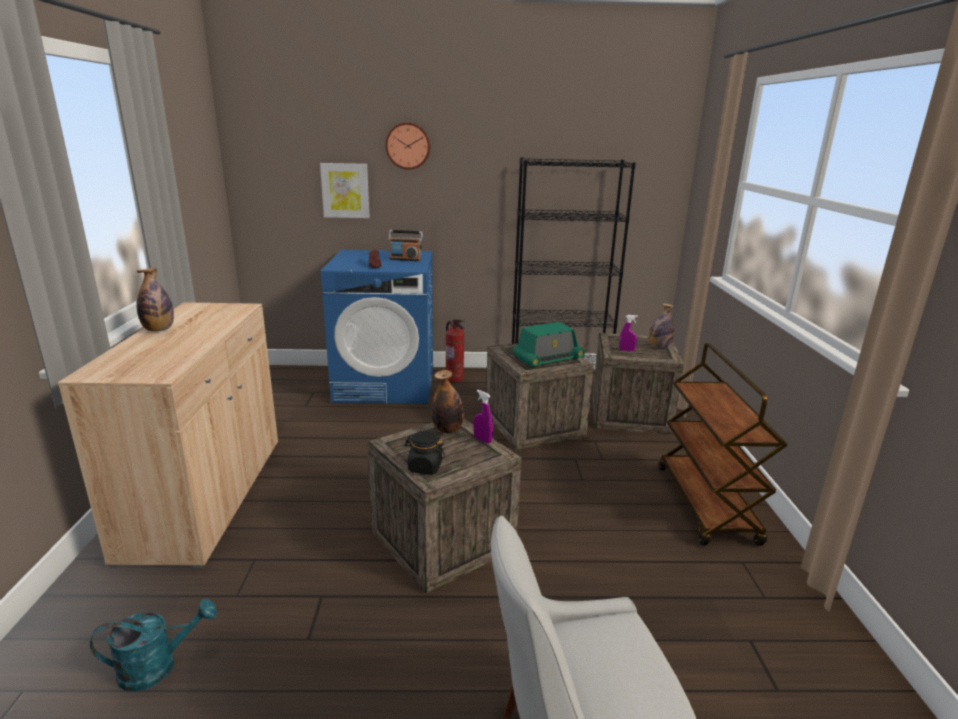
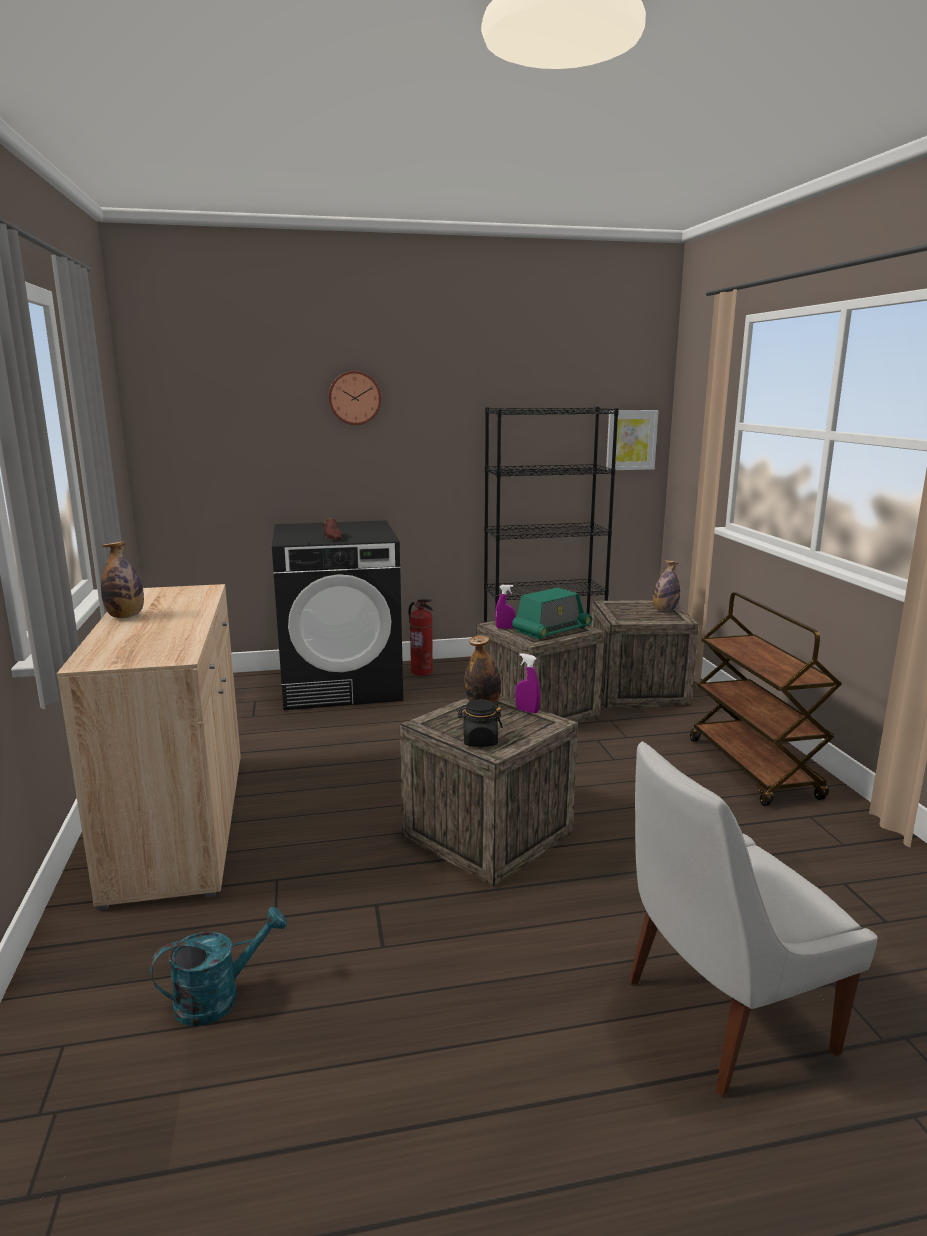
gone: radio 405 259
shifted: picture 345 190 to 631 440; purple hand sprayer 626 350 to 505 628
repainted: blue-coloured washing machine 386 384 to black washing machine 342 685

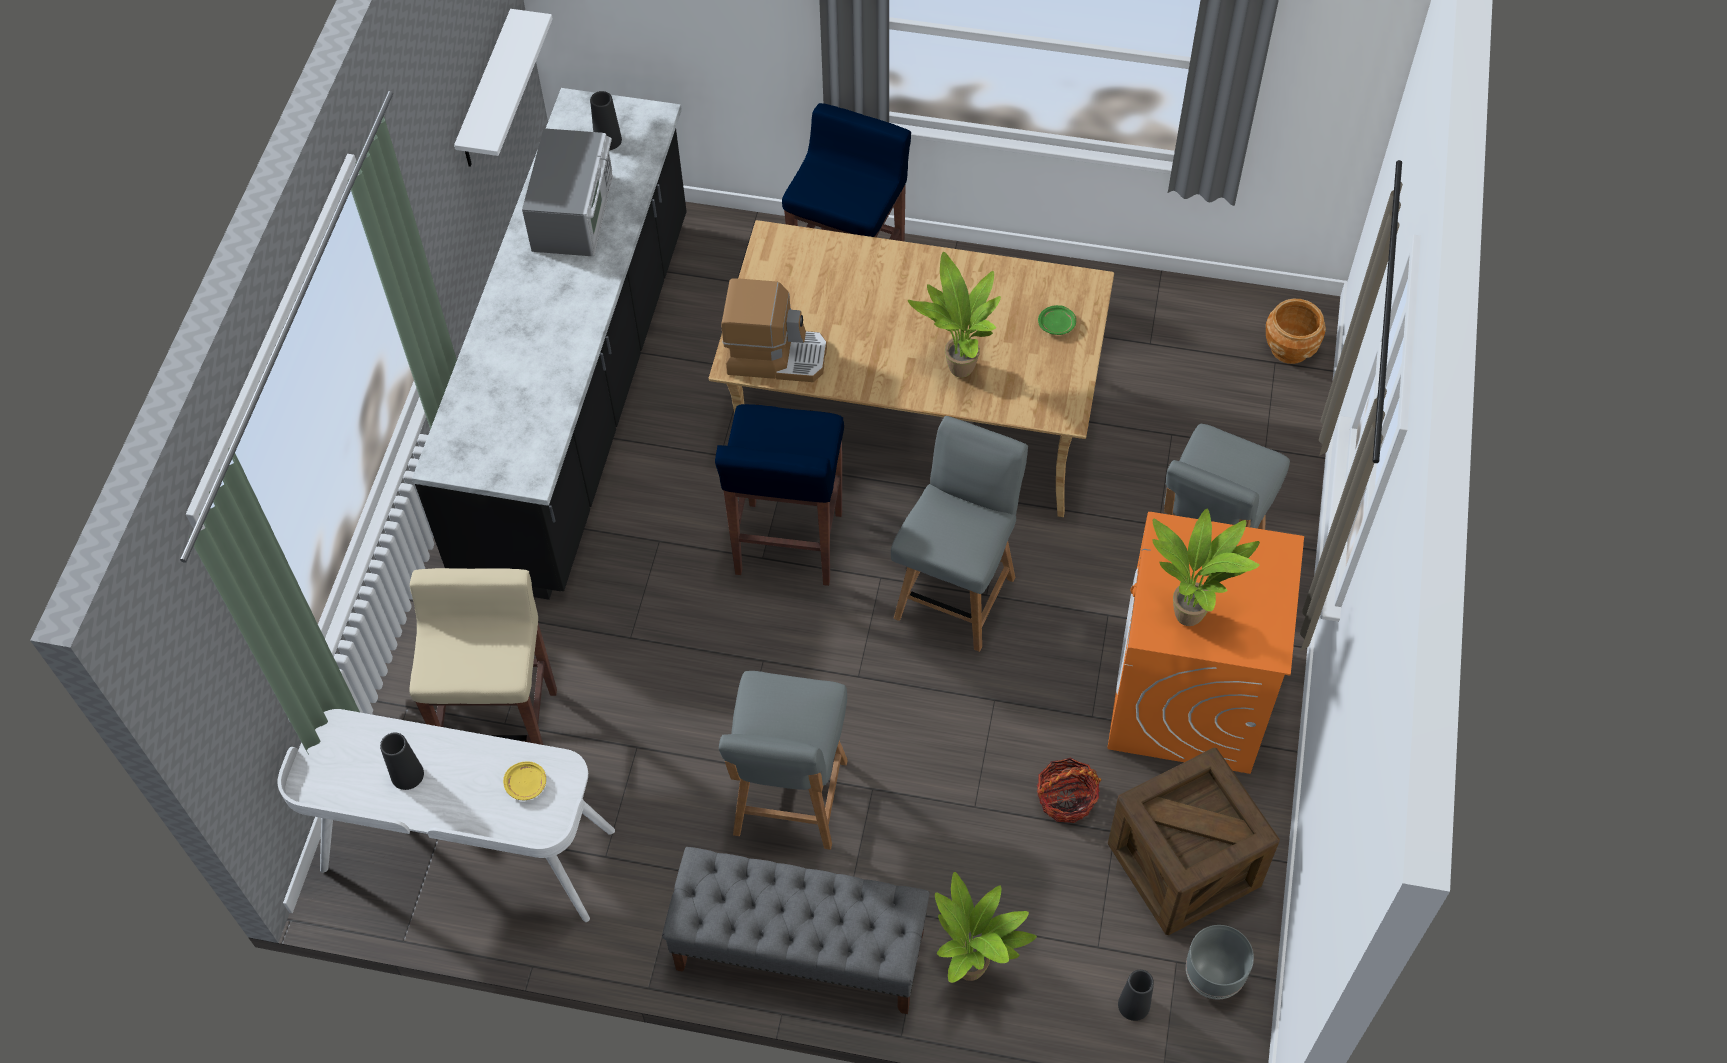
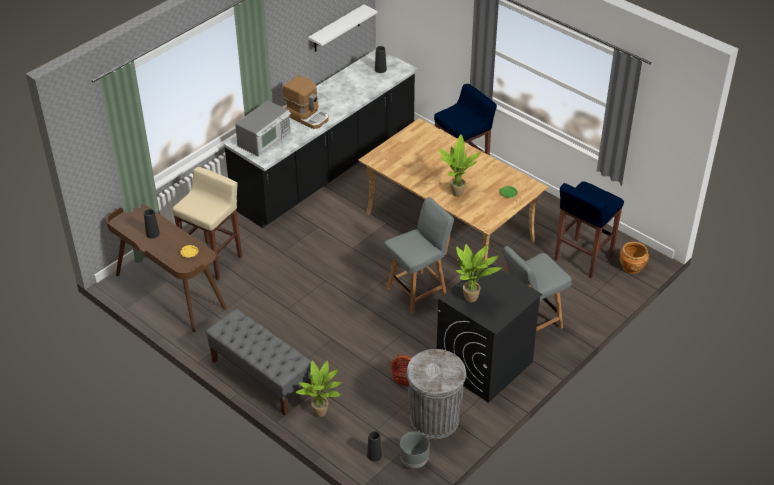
gone: gray plain chair 789 800
shifted: microwave 575 213 to 265 139; blue-coloured sitting stool 788 545 to 582 259; coffee brewer 776 355 to 307 116
swapped: shipping crate 1184 864 to gray trash can 434 419
repainted: whitish desk table 467 852 to brown-coloured desk table 169 292; orange-coloured washing machine 1187 696 to black washing machine 484 365

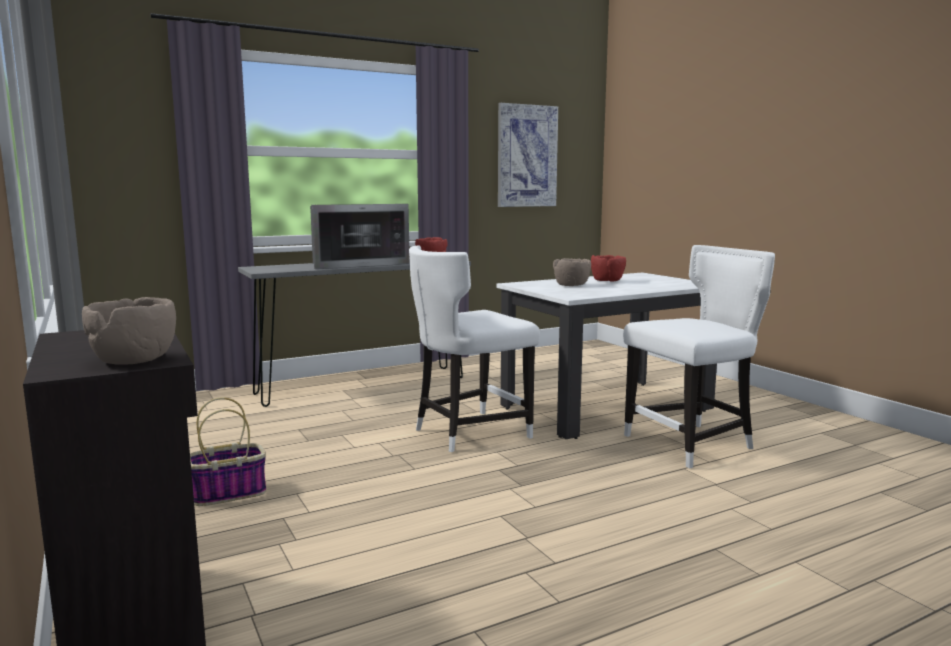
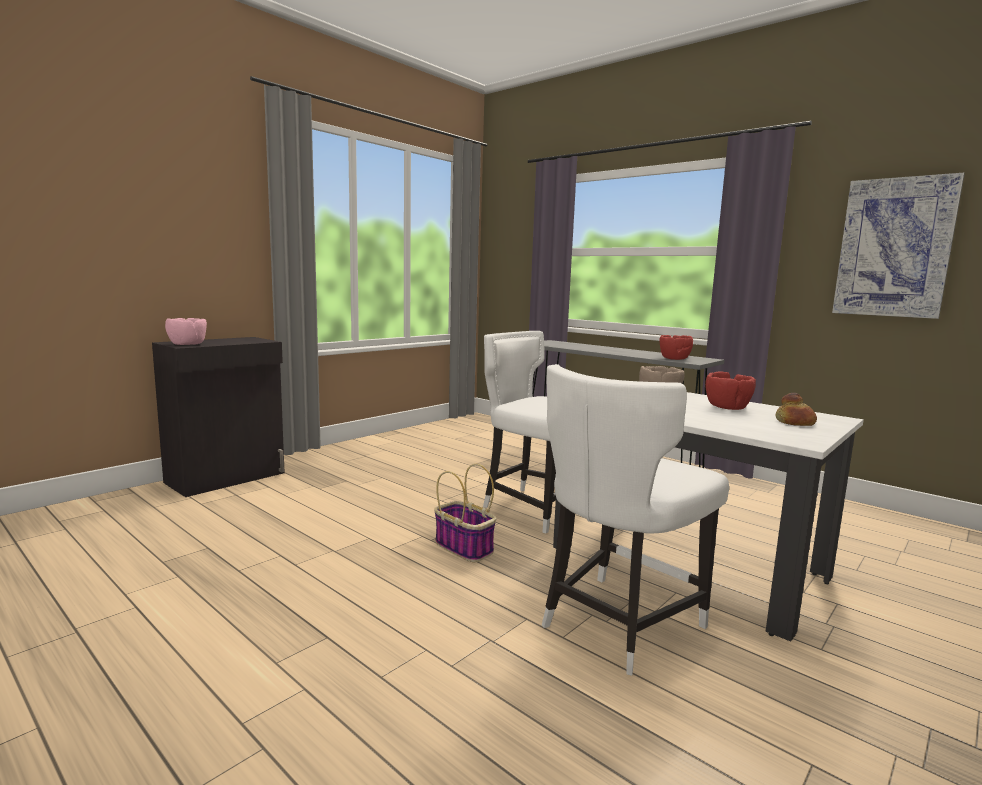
gone: microwave 356 264
new: baked bread 795 422
shifted: storage basket 229 493 to 465 548
repainted: brown-coloured serving bowl 135 360 to pinkish serving bowl 188 344
rotated: whitish plain chair 692 443 = 616 624 90 degrees clockwise

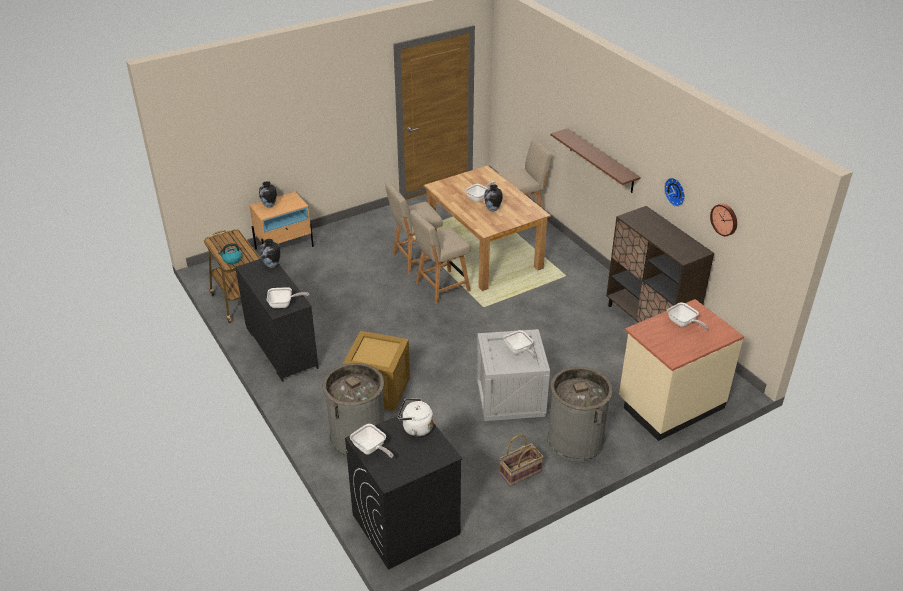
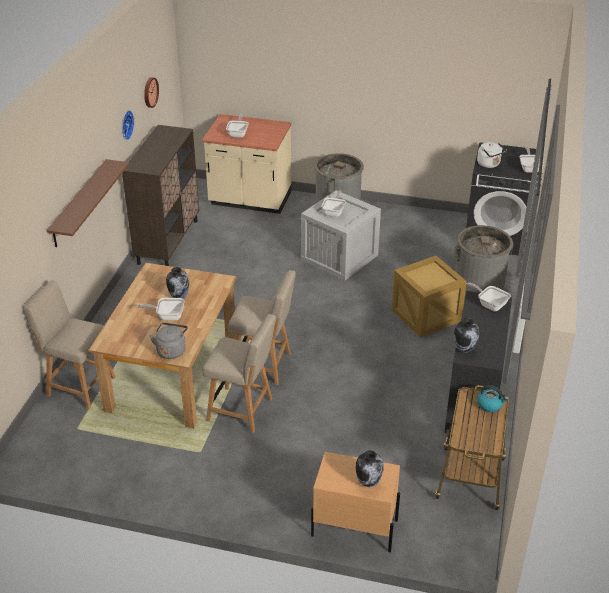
gone: storage basket 520 473
new: gray kettle 171 350

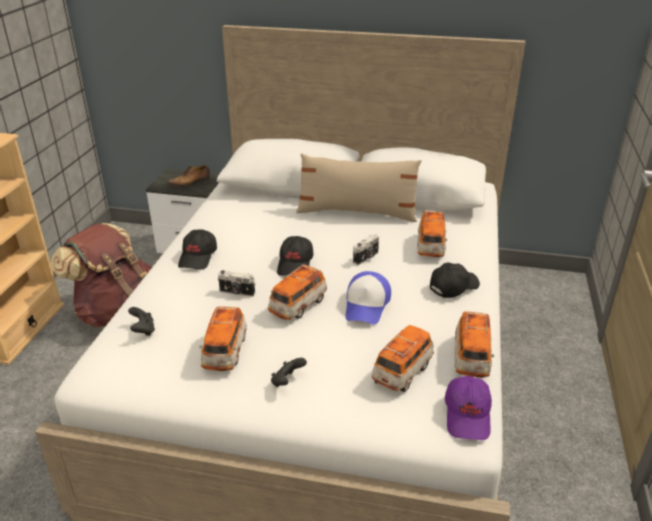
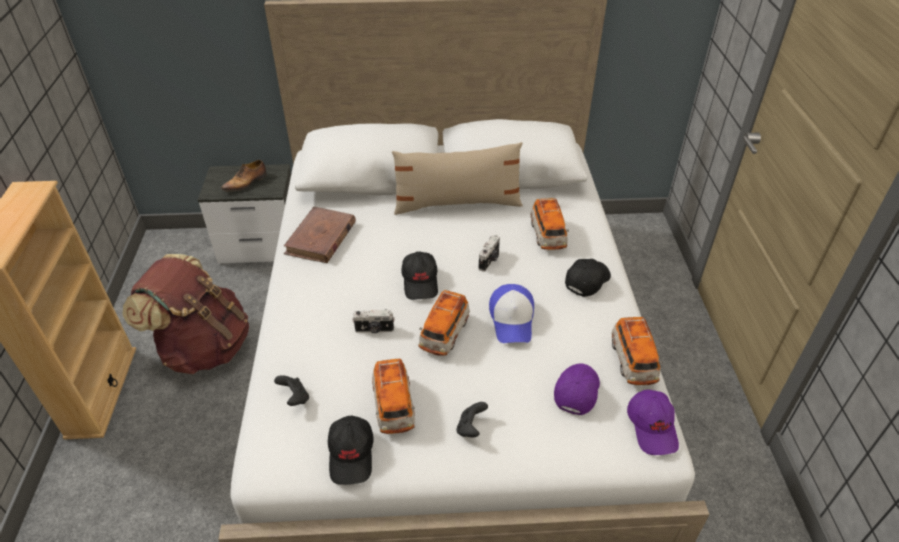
new: brown-coloured book 321 238
shifted: black peaked cap 198 257 to 352 455
swapped: model car 402 371 to purple peaked cap 576 391

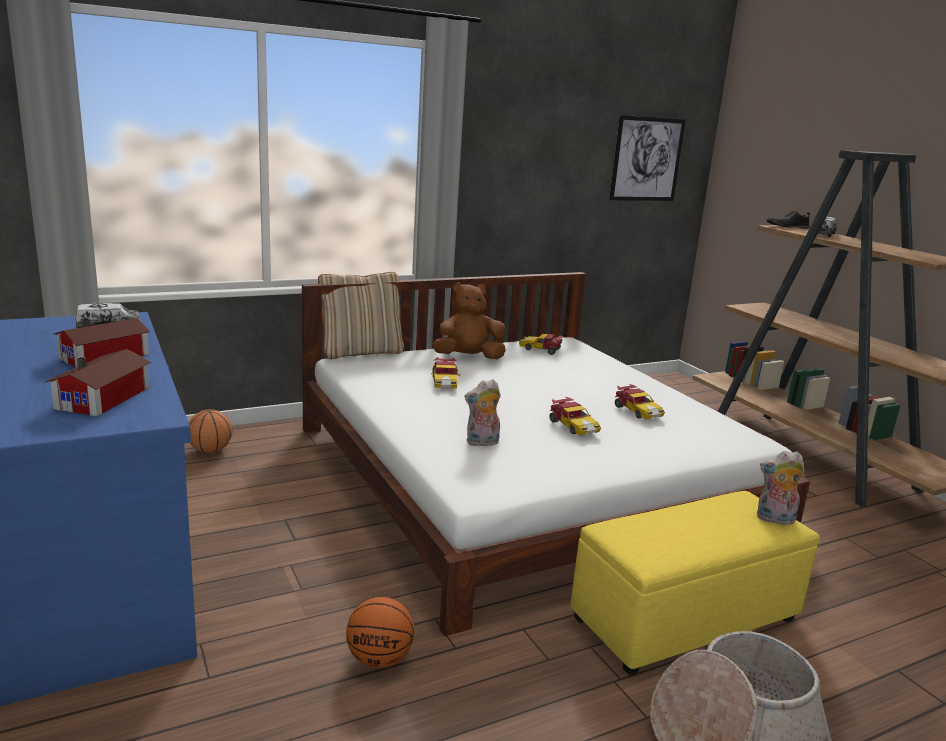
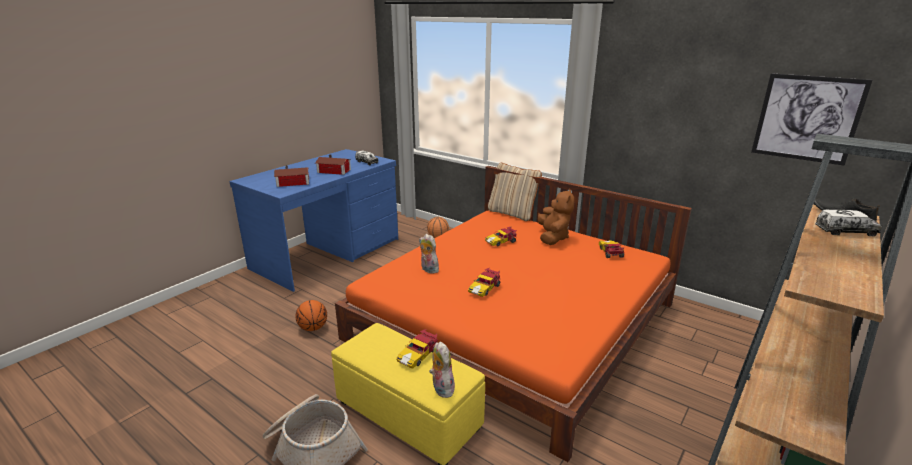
shifted: model car 637 411 to 418 355
repainted: whitish bed 524 478 to orange-coloured bed 514 320
rotated: brown-coloured soft toy 468 357 = 552 237 45 degrees clockwise

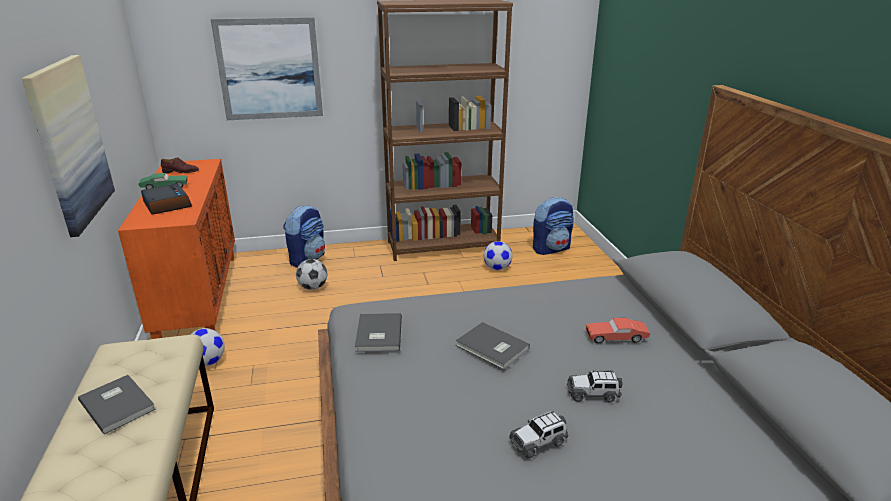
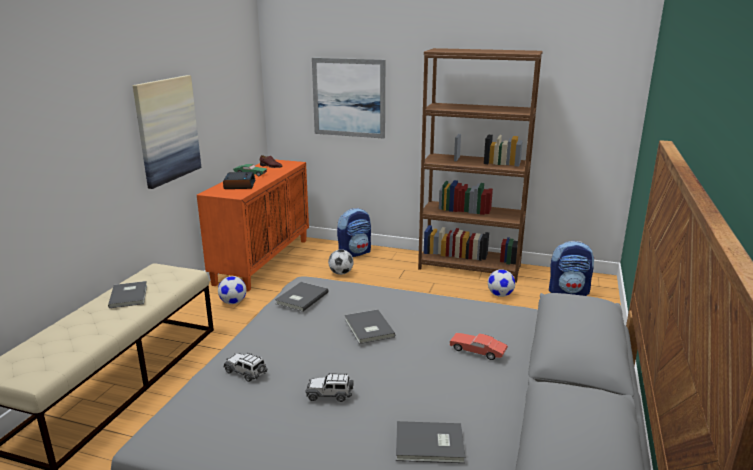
new: gray book 430 445
shifted: model car 593 393 to 246 372

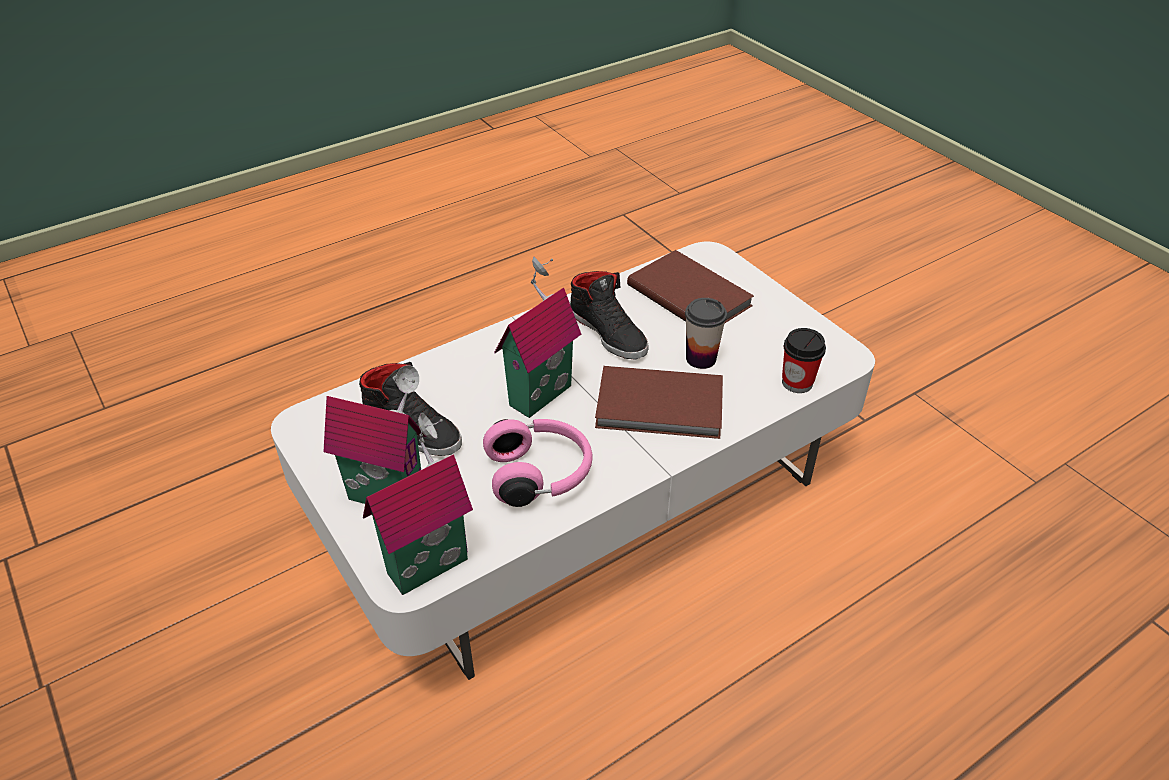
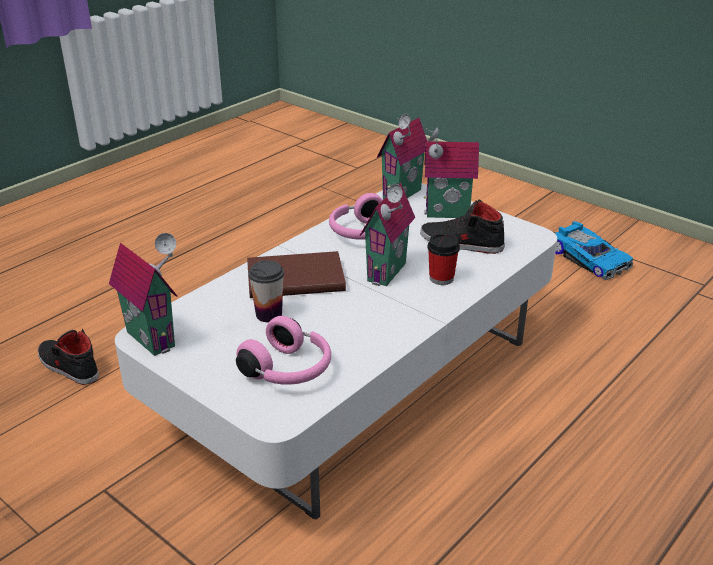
new: miniature house 154 337; model car 590 258
shifted: black shoe 609 332 to 67 366; small cup 797 382 to 441 278
swapped: brown-coloured book 690 294 to pinkish headphones 289 370

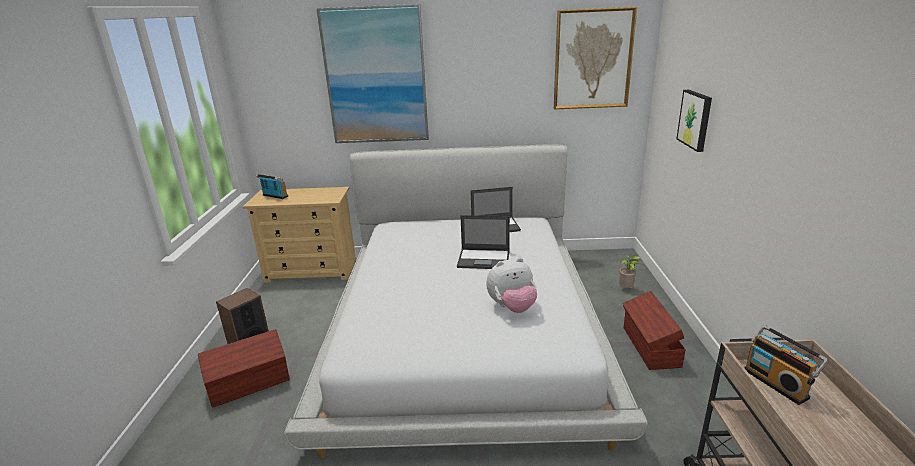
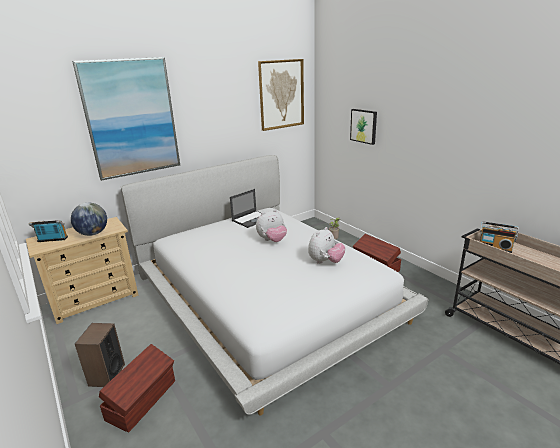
new: world globe 93 234
swapped: notebook computer 484 259 to soft toy 272 240

